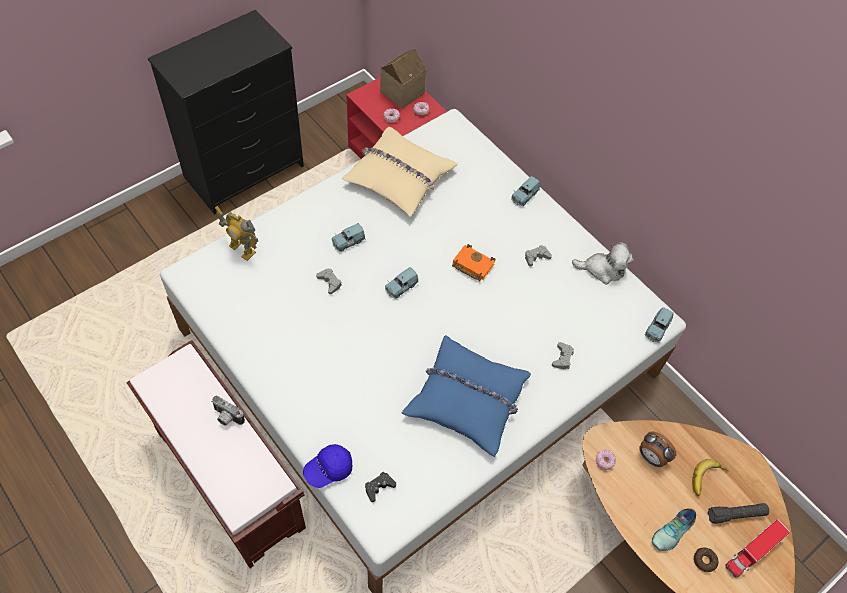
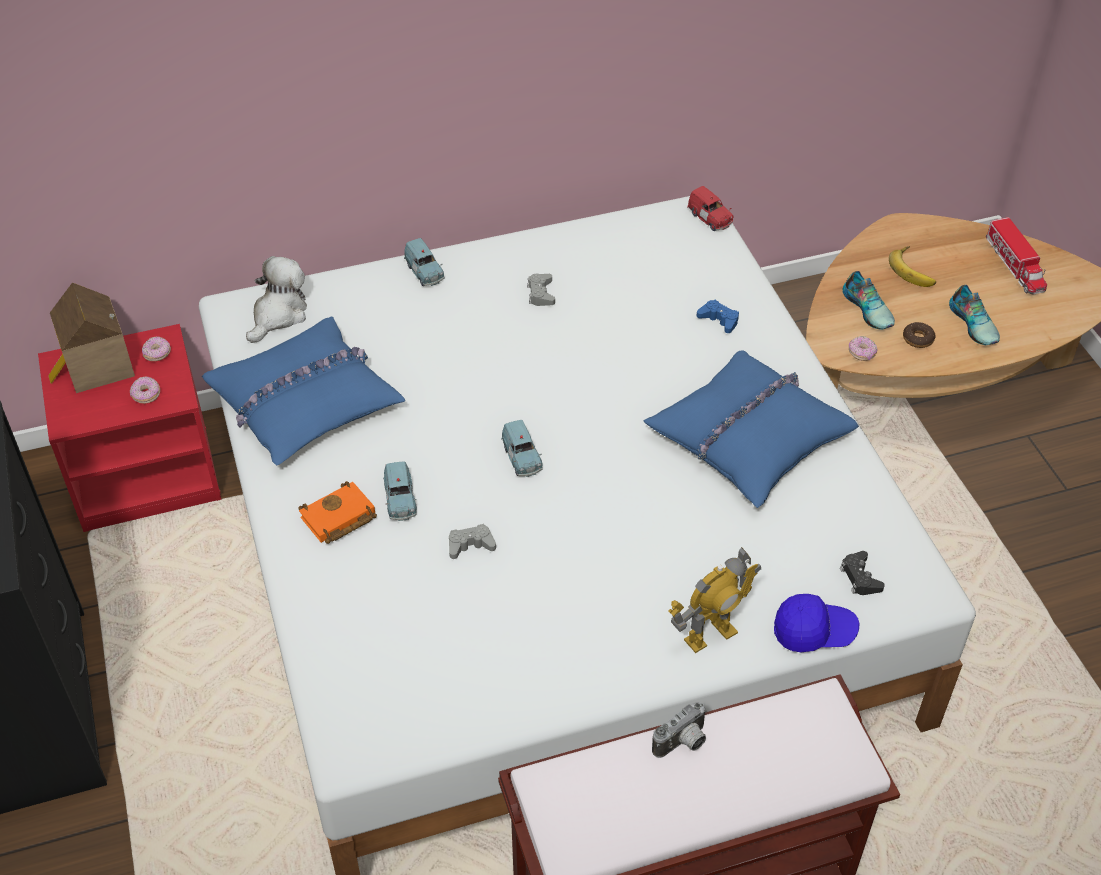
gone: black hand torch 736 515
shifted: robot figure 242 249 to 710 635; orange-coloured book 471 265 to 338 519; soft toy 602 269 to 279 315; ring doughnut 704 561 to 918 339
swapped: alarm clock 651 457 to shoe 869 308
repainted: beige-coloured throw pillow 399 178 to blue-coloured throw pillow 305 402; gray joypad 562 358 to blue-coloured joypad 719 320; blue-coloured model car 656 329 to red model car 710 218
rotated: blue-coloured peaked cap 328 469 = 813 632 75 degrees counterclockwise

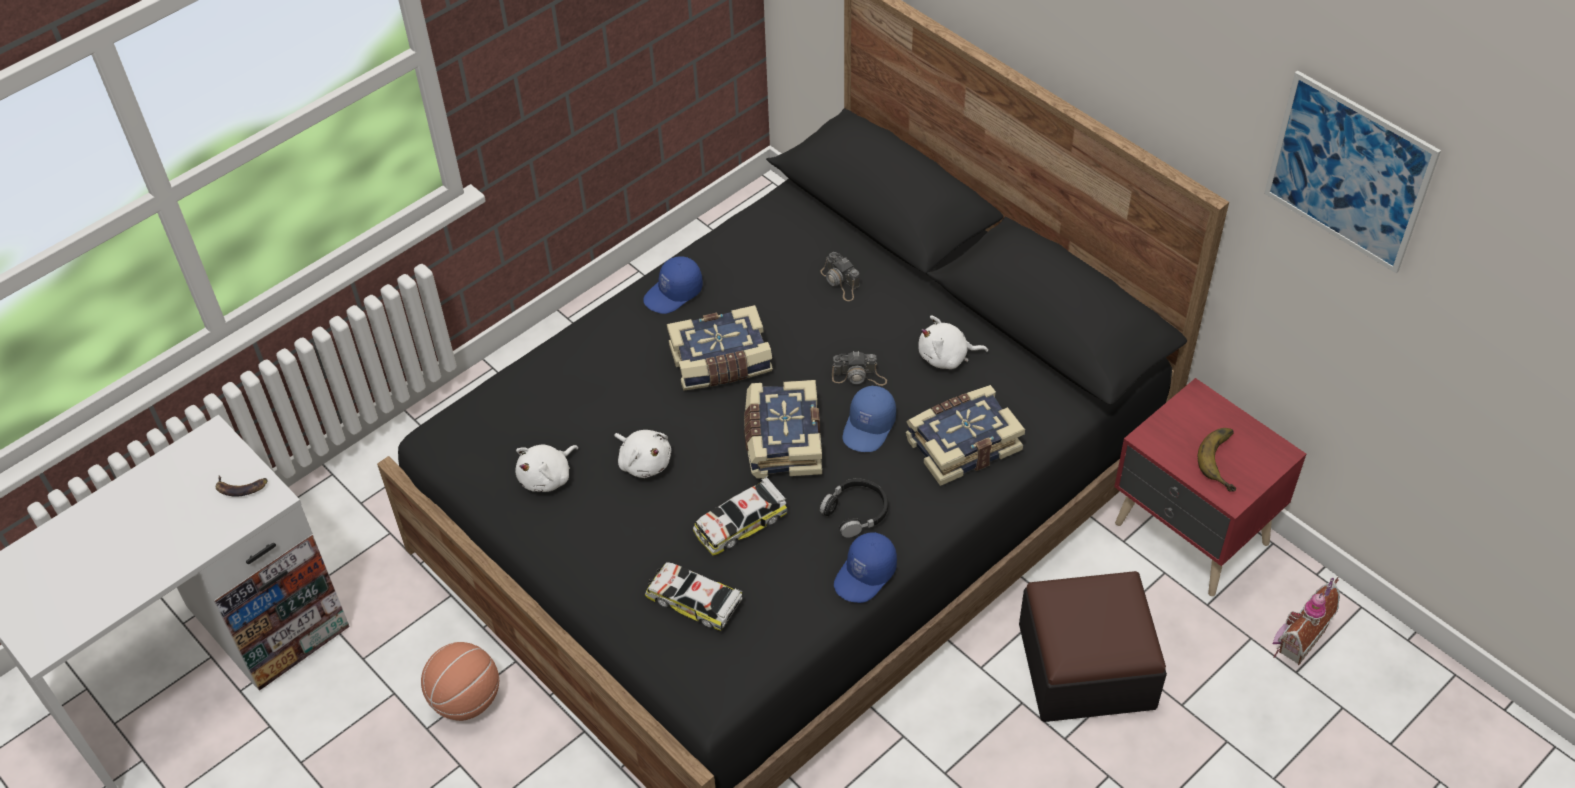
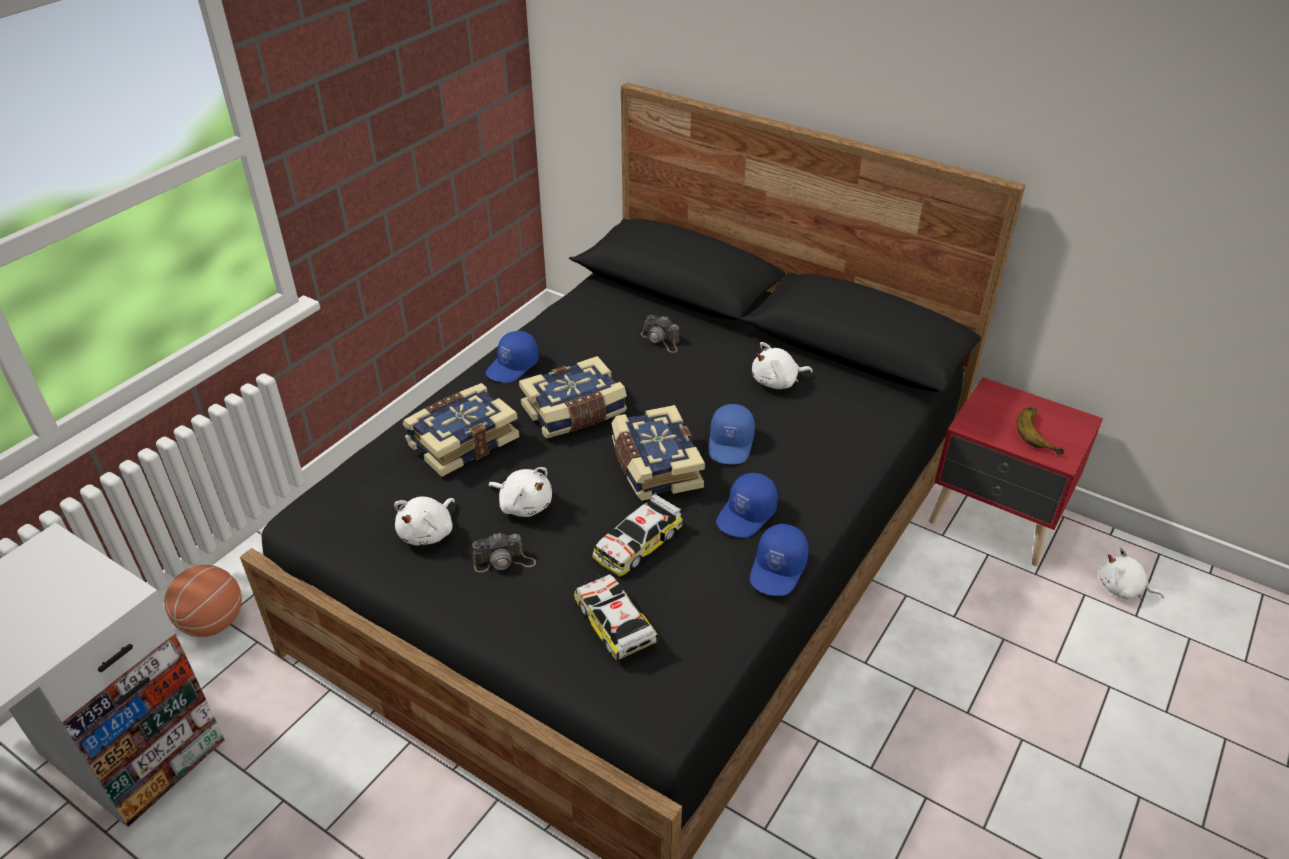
gone: banana fruit 241 487; pouffe 1086 666; picture 1348 172
shifted: basketball ball 466 700 to 212 623; photo camera 859 376 to 504 561; book 962 444 to 462 440
swapped: black headphones 856 512 to blue-coloured peaked cap 747 515; miniature house 1296 639 to whitish soft toy 1122 589
rotated: model car 694 600 = 614 622 45 degrees clockwise

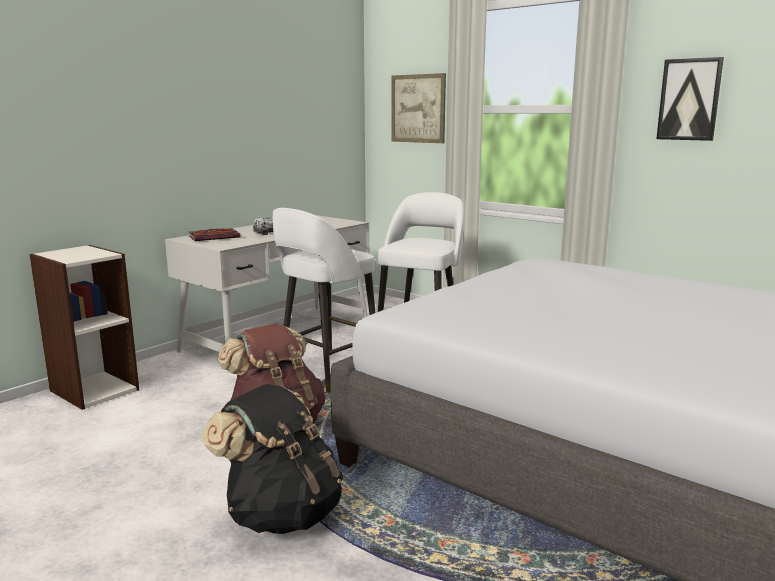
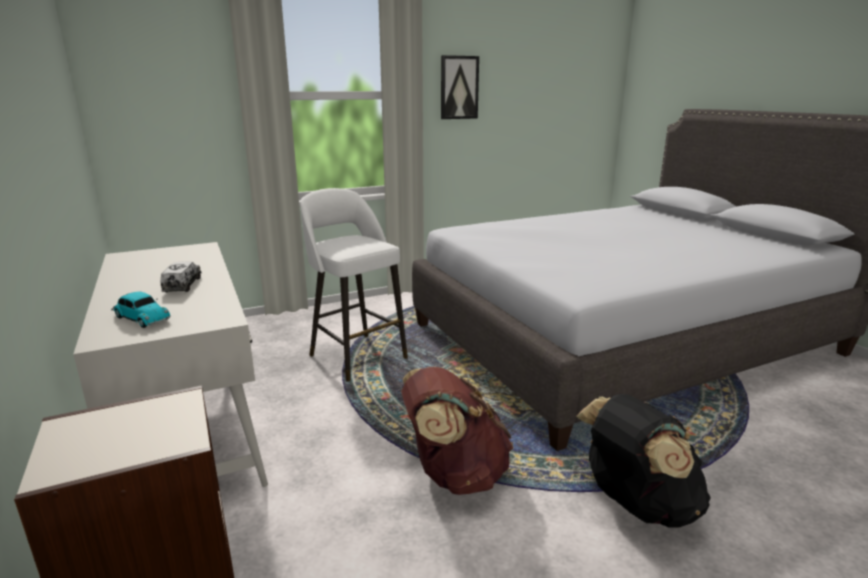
gone: whitish sitting stool 326 373; picture 418 108
swapped: book 215 237 to model car 141 318

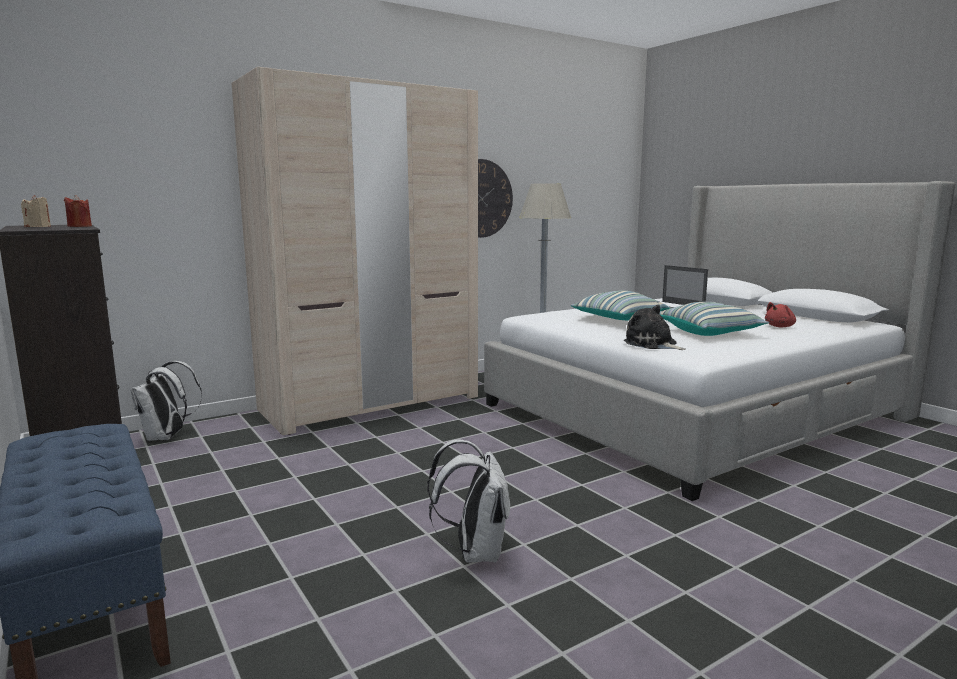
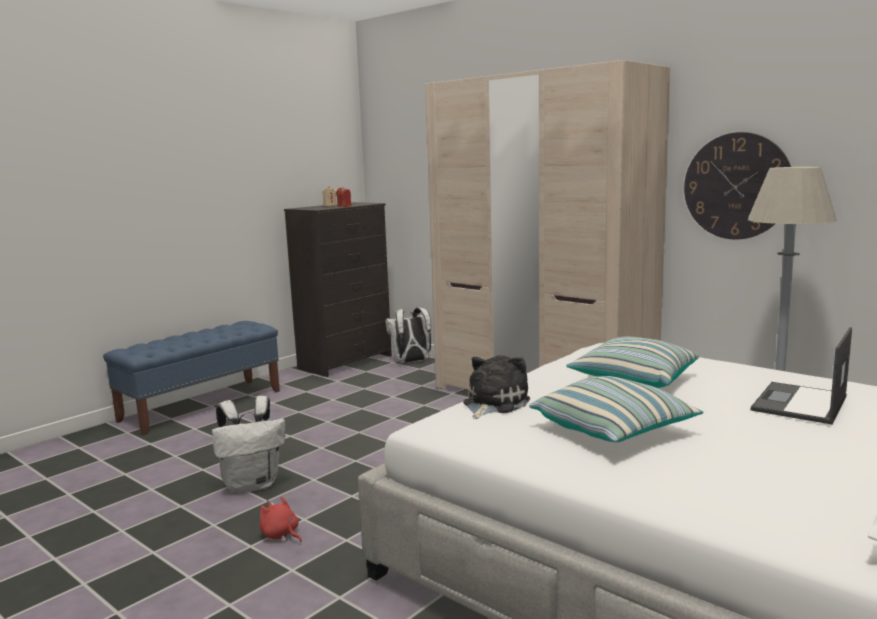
shifted: red soft toy 780 327 to 281 535

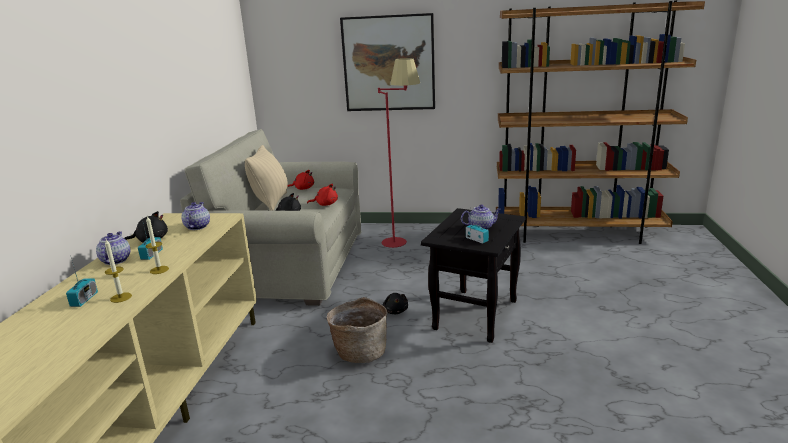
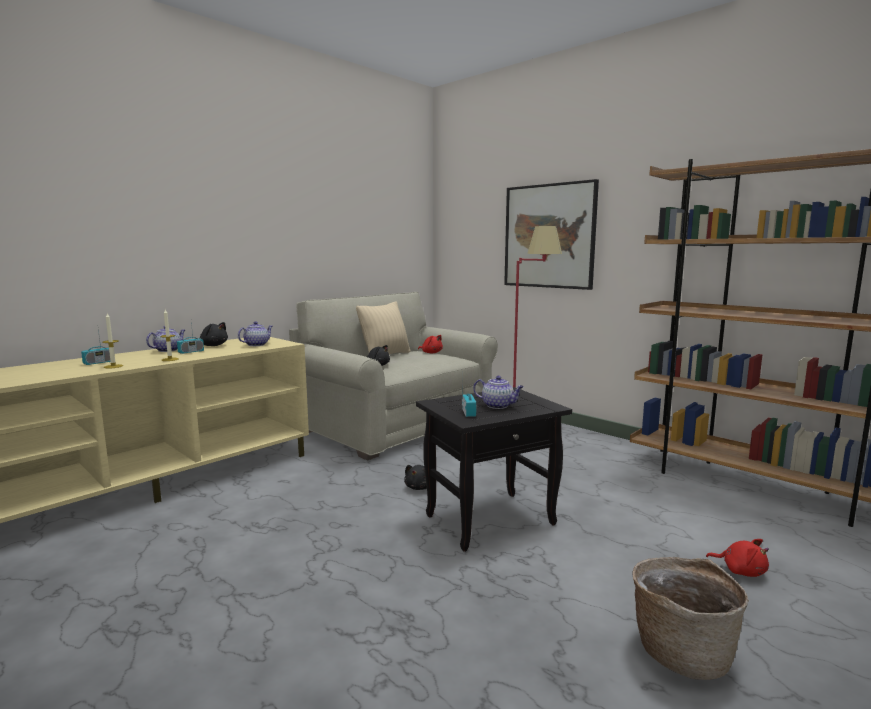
shifted: red soft toy 325 204 to 740 570; storage basket 360 352 to 681 650

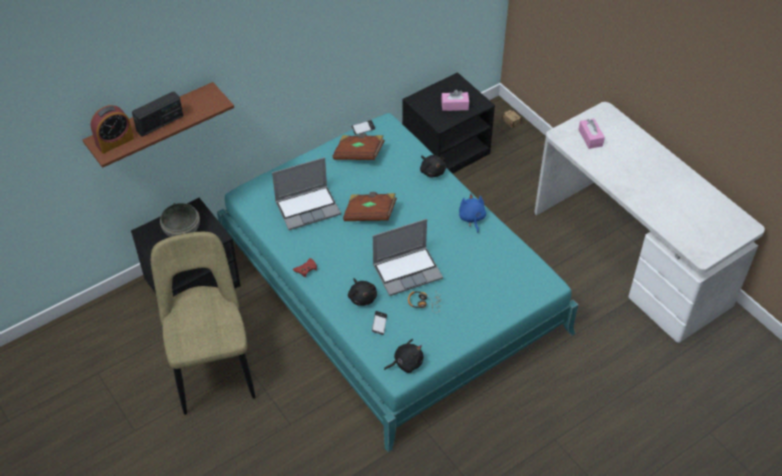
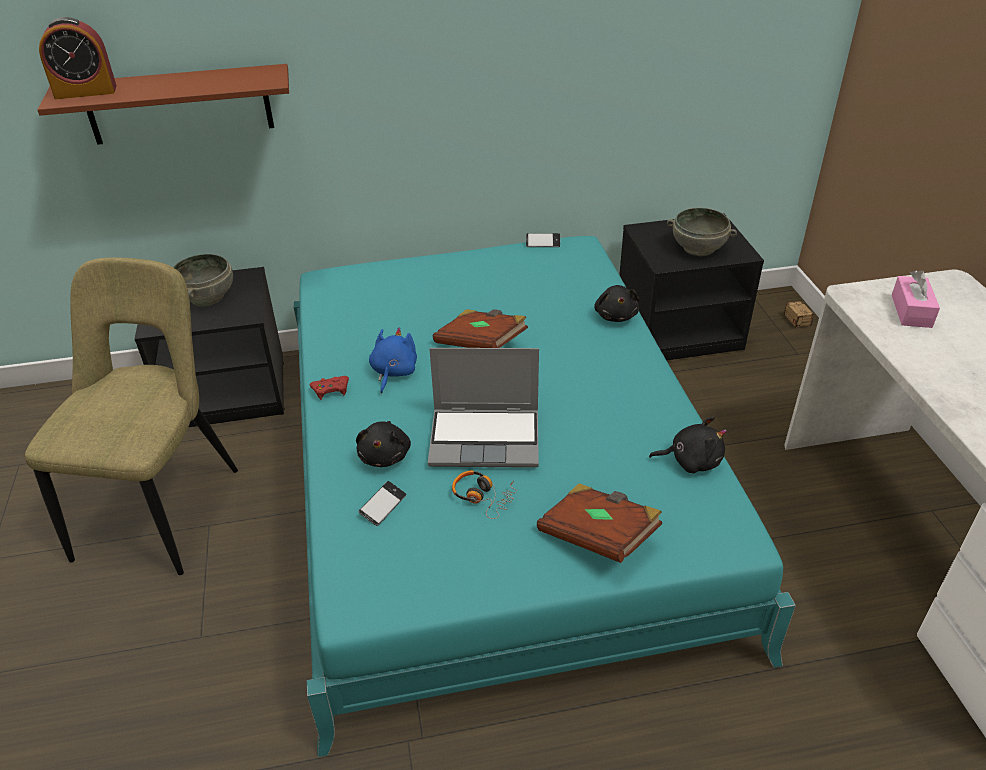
gone: radio 160 123; notebook computer 308 208
shifted: brown-coloured book 359 154 to 598 536; black soft toy 406 363 to 691 460; blue-coloured soft toy 472 218 to 393 372
swapped: pinkish tissue holder 455 105 to gray serving bowl 698 248

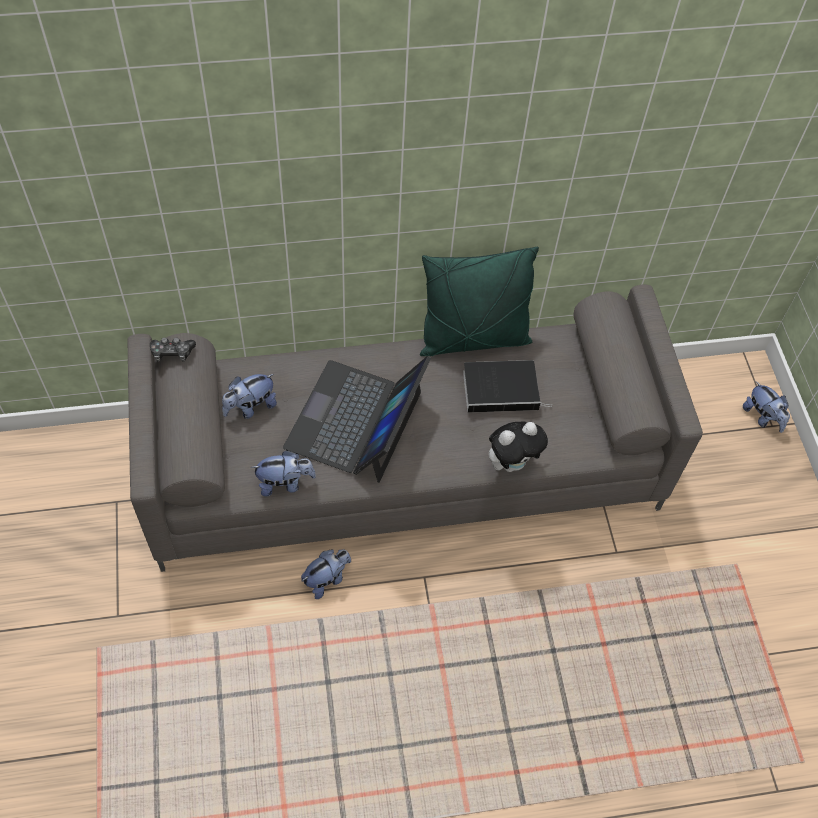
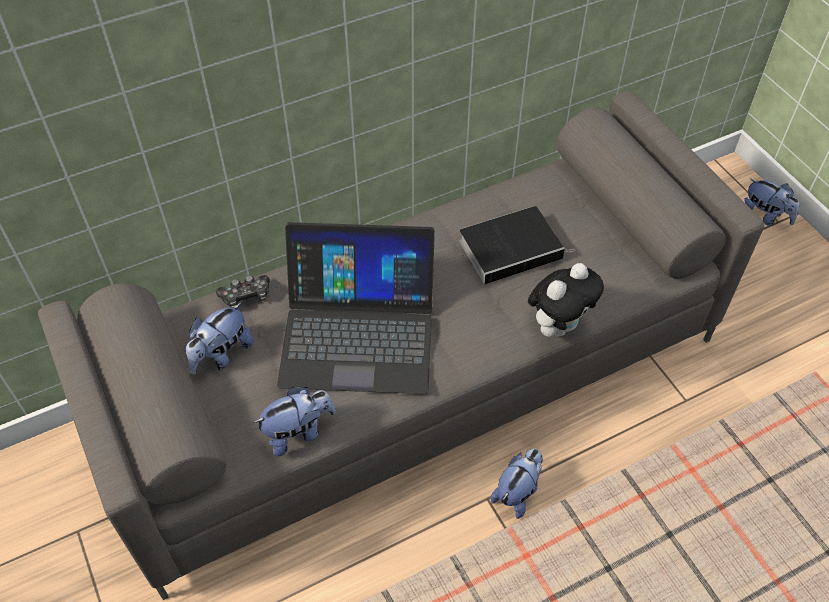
gone: green throw pillow 473 338
shifted: joypad 172 353 to 246 296; soft toy 327 579 to 517 492
rotated: notebook computer 356 421 = 358 332 90 degrees counterclockwise

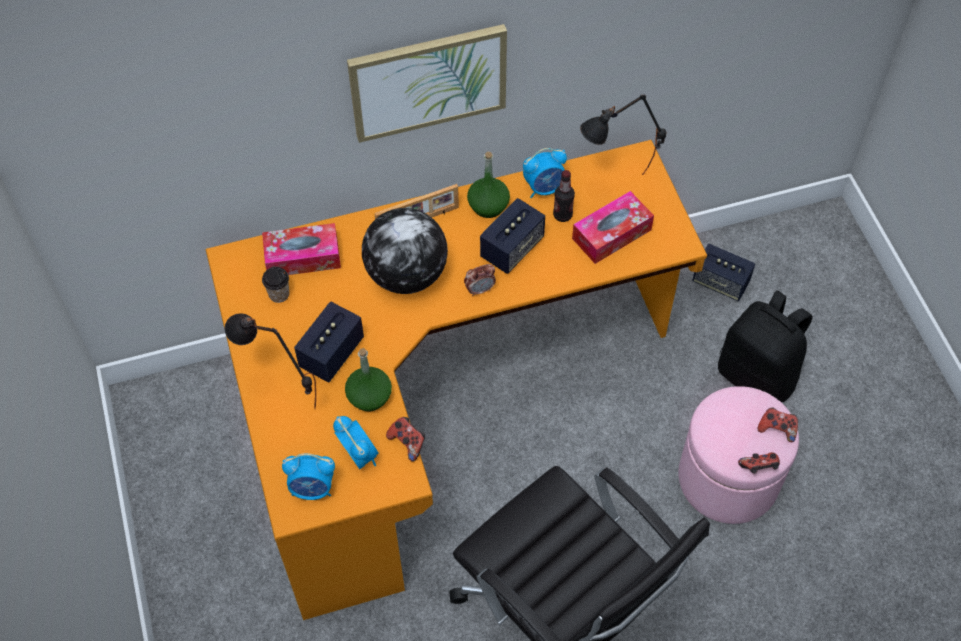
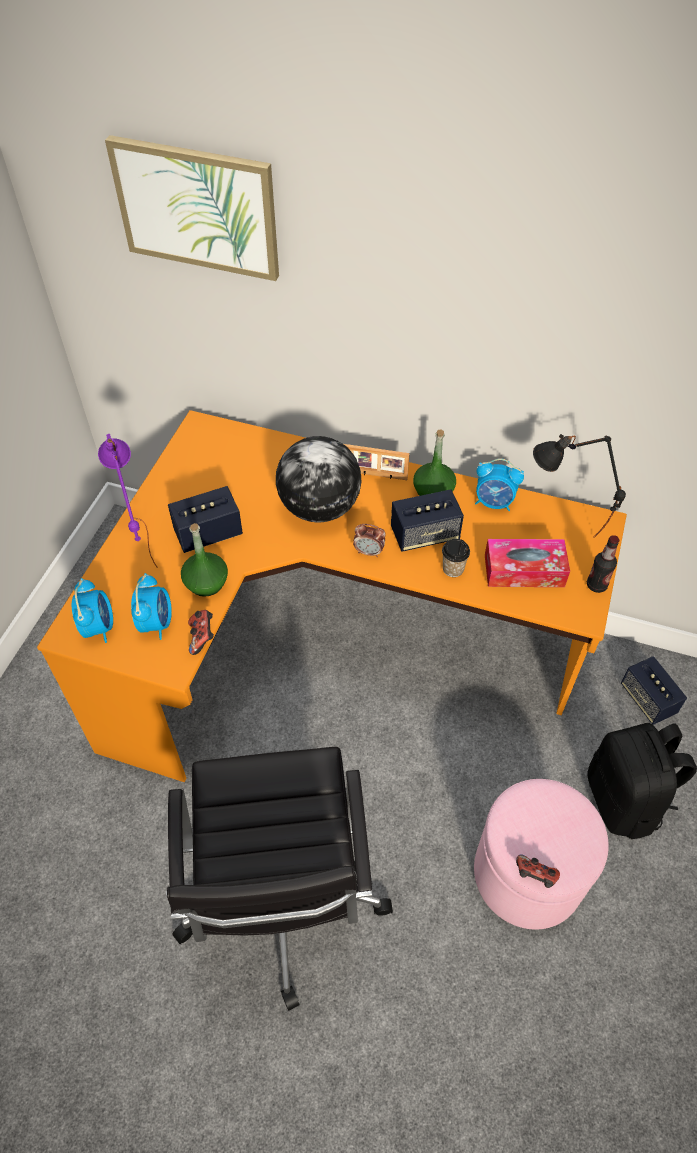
gone: tissue holder 303 257; joypad 777 429
shifted: small cup 279 294 to 453 569; picture 428 81 to 197 208; bottle 562 215 to 596 585
repainted: black lamp for a table 282 400 to purple lamp for a table 140 546
rotated: alarm clock 313 488 = 99 627 135 degrees counterclockwise

